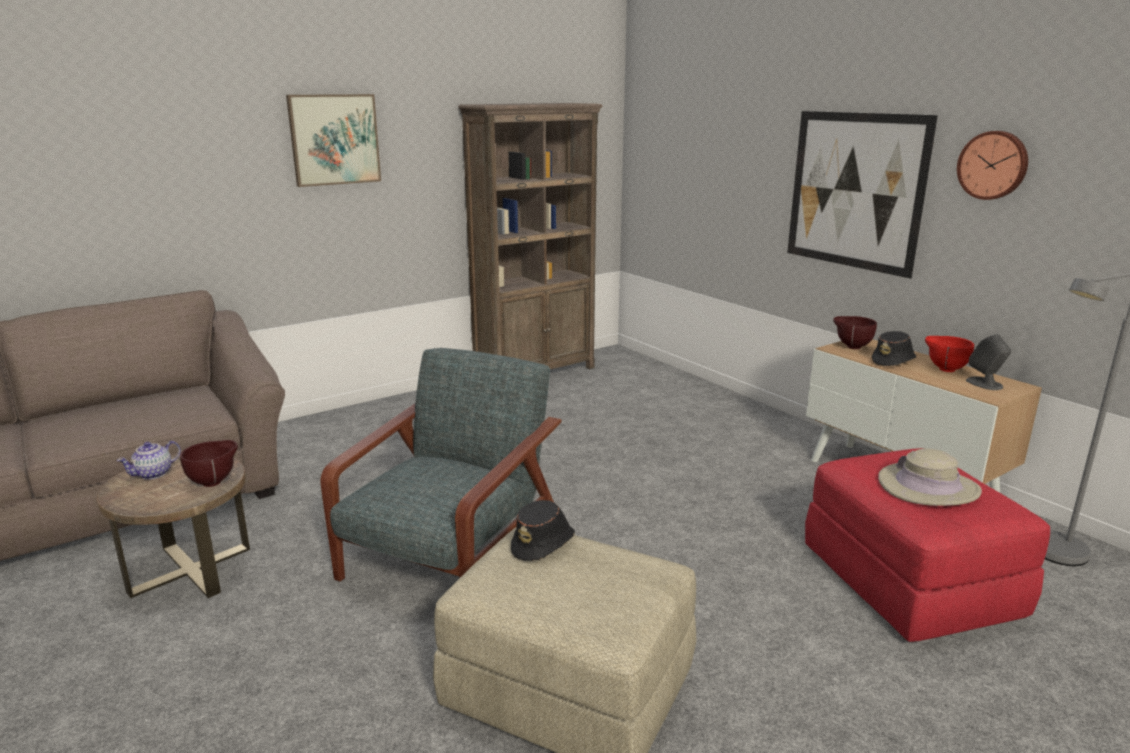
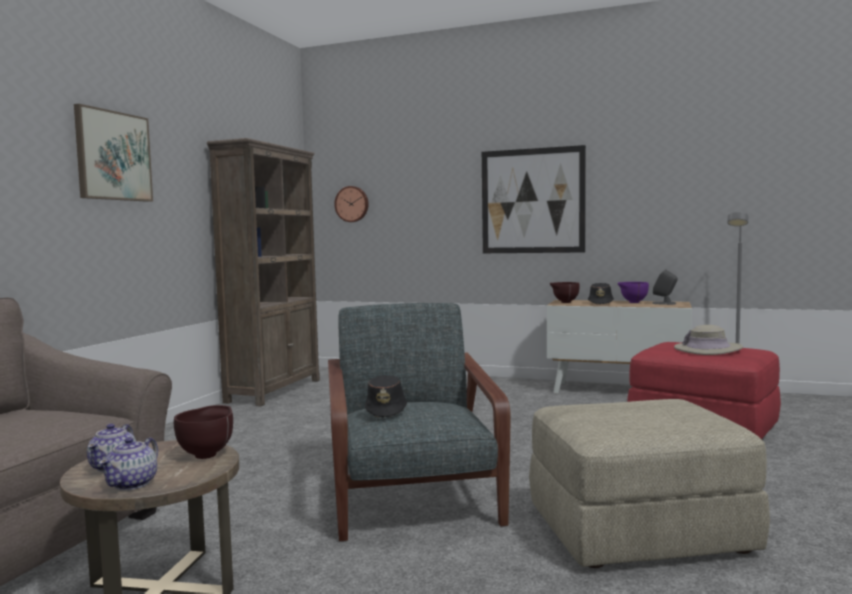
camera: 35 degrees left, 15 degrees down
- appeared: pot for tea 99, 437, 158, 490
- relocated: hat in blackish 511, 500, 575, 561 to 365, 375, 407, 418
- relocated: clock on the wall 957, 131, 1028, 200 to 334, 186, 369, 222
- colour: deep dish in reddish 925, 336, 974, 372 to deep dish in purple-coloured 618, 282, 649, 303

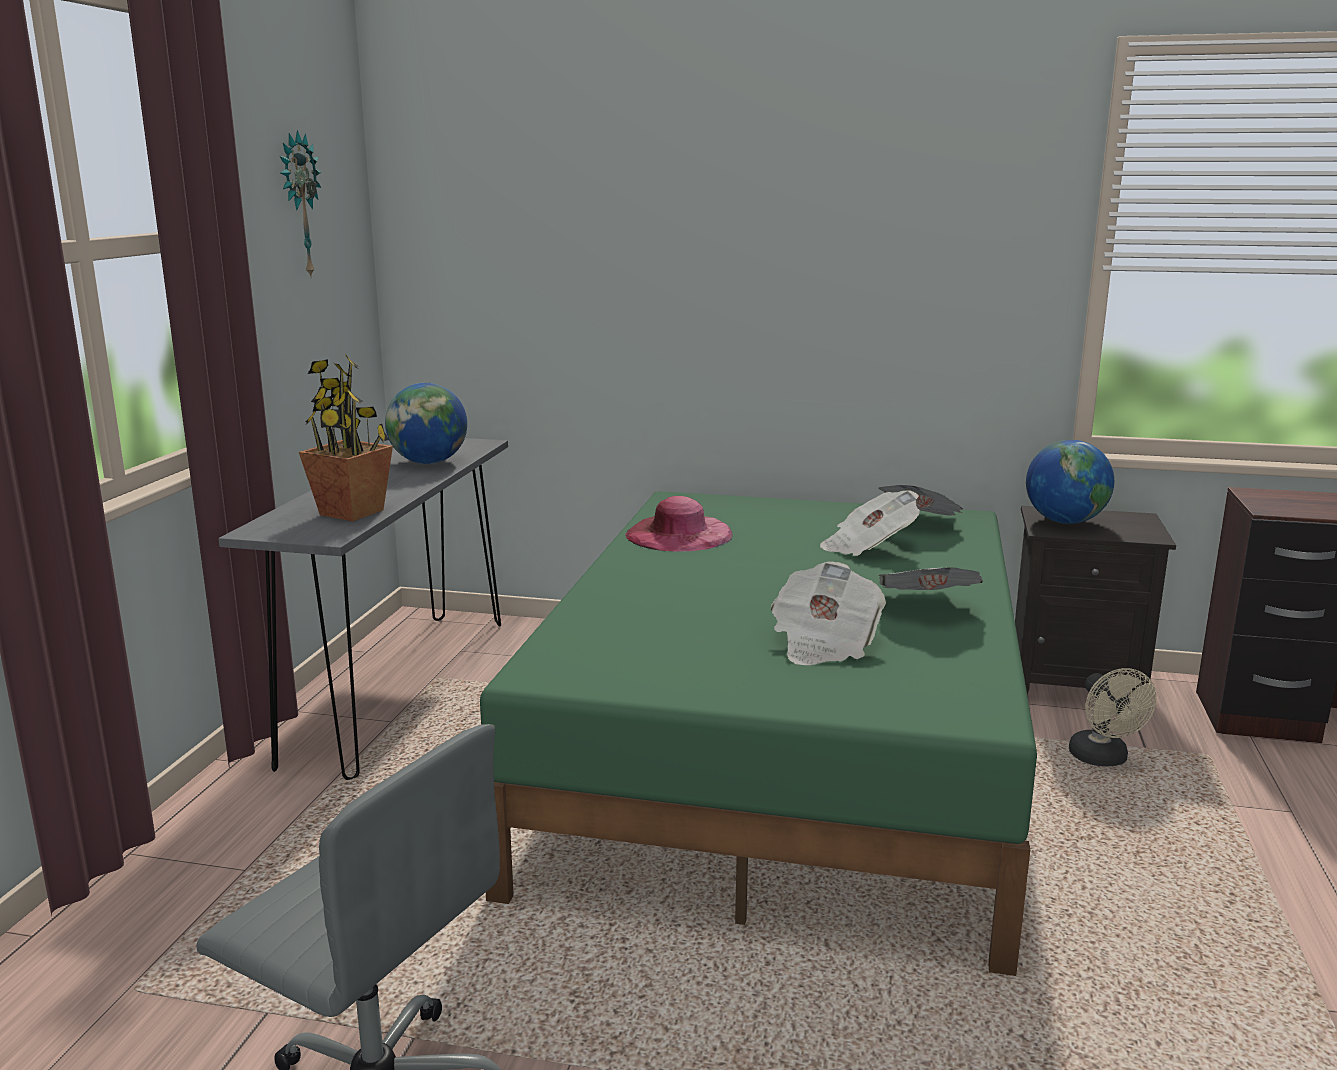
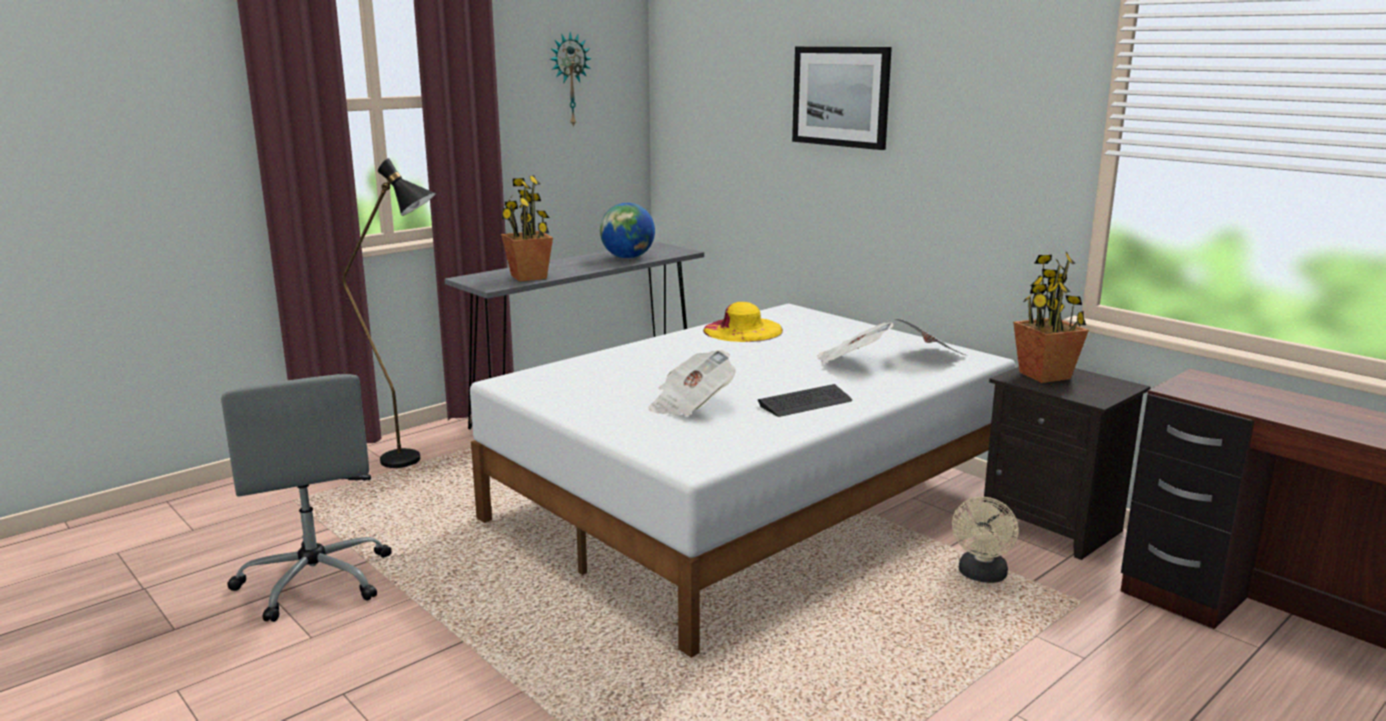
camera: 35 degrees right, 0 degrees up
- appeared: standard lamp in blackish 343, 158, 436, 468
- appeared: wall picture 792, 47, 892, 150
- exchanged: printed paper 879, 567, 984, 590 to computer keyboard 758, 384, 852, 417
- exchanged: desk globe 1026, 440, 1114, 524 to potted plant 1013, 252, 1089, 383
- colour: sleeping bed in greenish 480, 491, 1037, 976 to sleeping bed in white-coloured 470, 304, 1015, 658
- colour: hat in pinkish 625, 496, 733, 552 to hat in yellow 703, 302, 783, 342

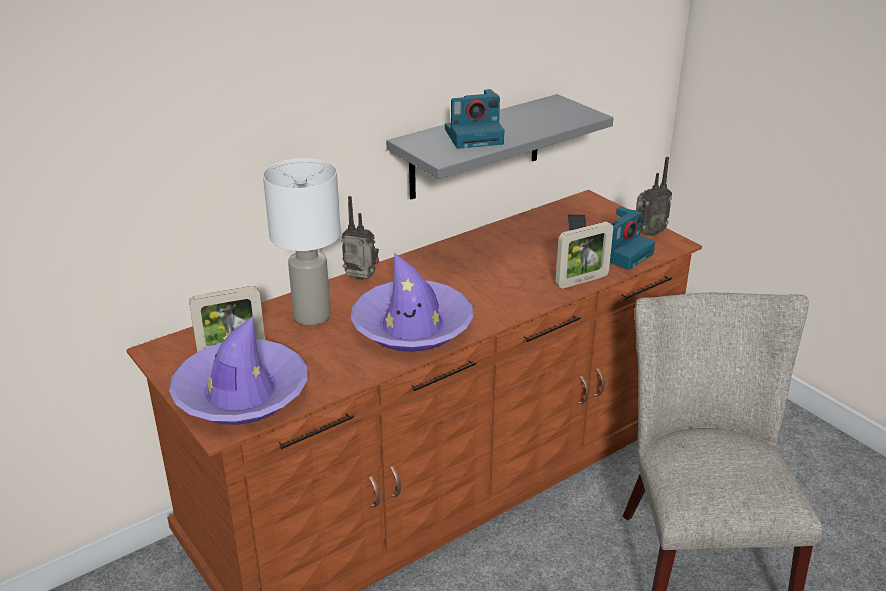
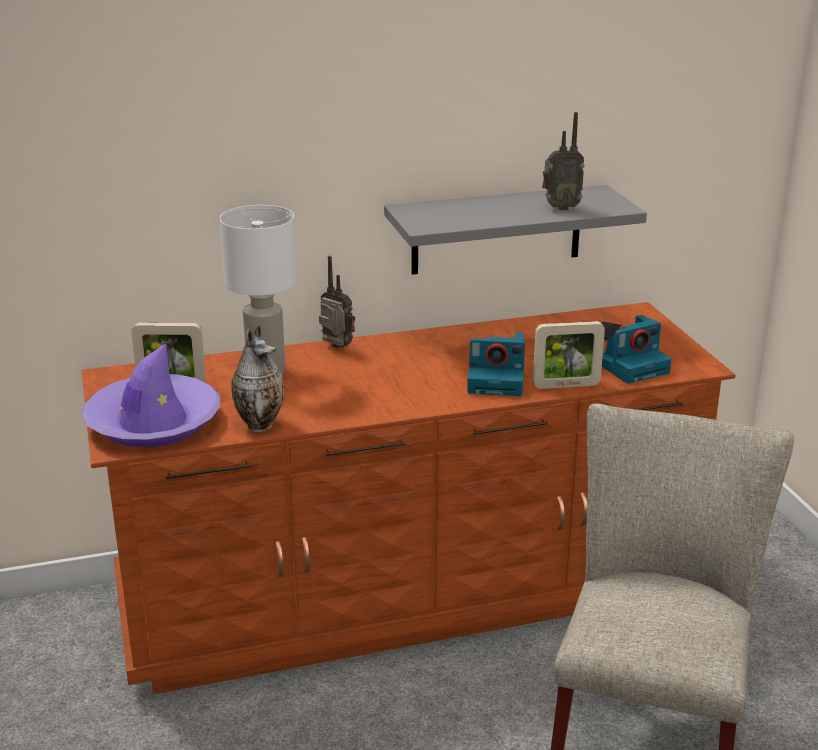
camera: 20 degrees right, 5 degrees down
- missing: hat in purple-coloured 350, 253, 474, 352
- appeared: vase 231, 325, 285, 432
- relocated: still camera 445, 89, 504, 149 to 467, 332, 525, 396
- relocated: radio 636, 157, 672, 236 to 542, 112, 585, 210

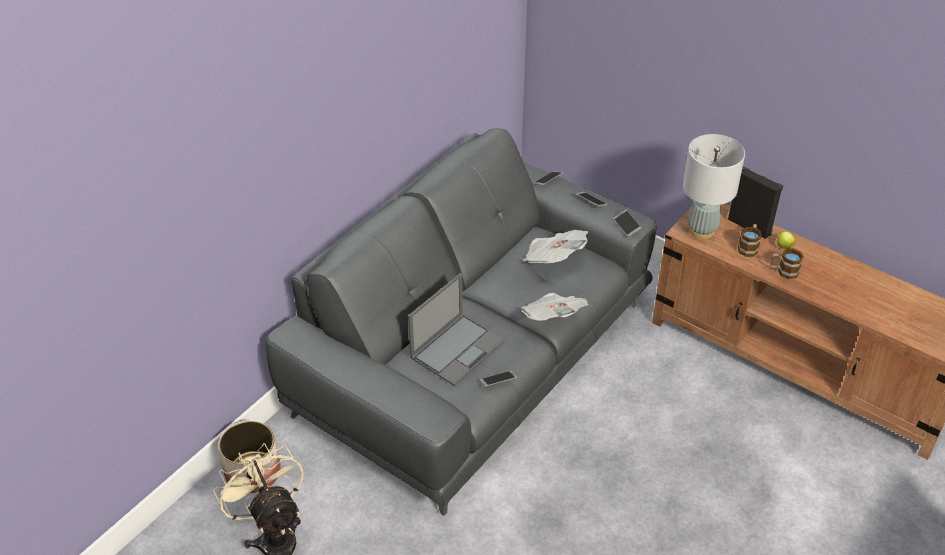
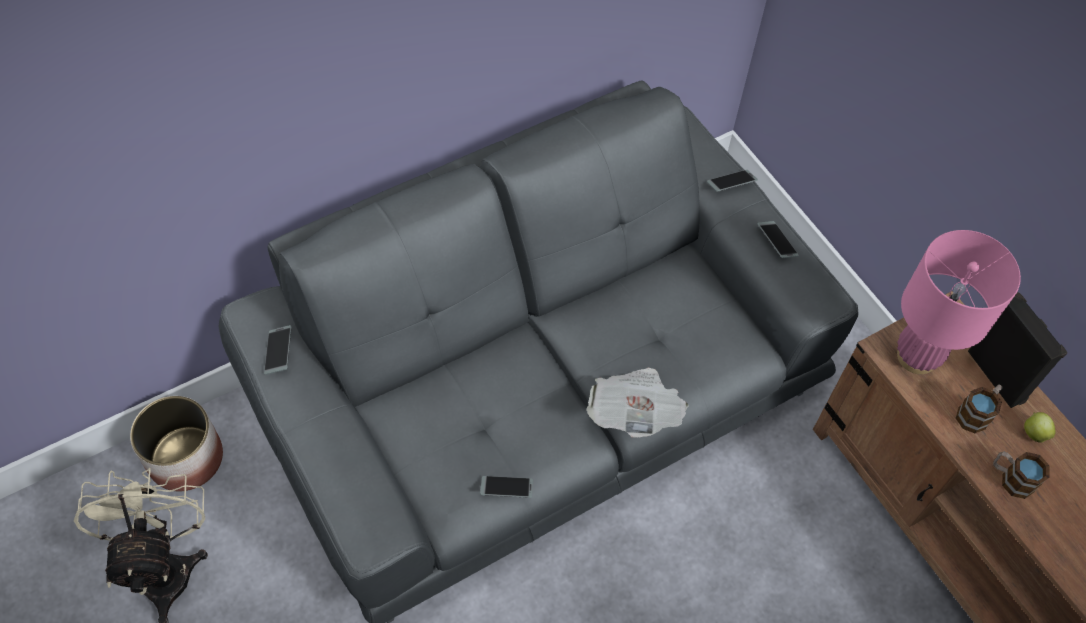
camera: 20 degrees right, 15 degrees up
- missing: laptop 408, 273, 505, 386
- missing: printed paper 523, 230, 588, 263
- relocated: handset 613, 210, 641, 237 to 264, 325, 291, 375
- colour: table lamp in grey 683, 134, 745, 239 to table lamp in pinkish 897, 230, 1021, 374

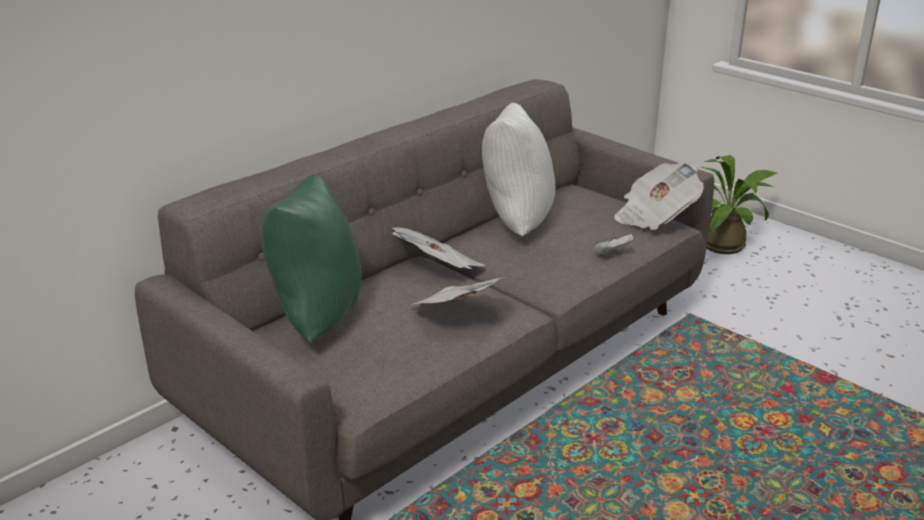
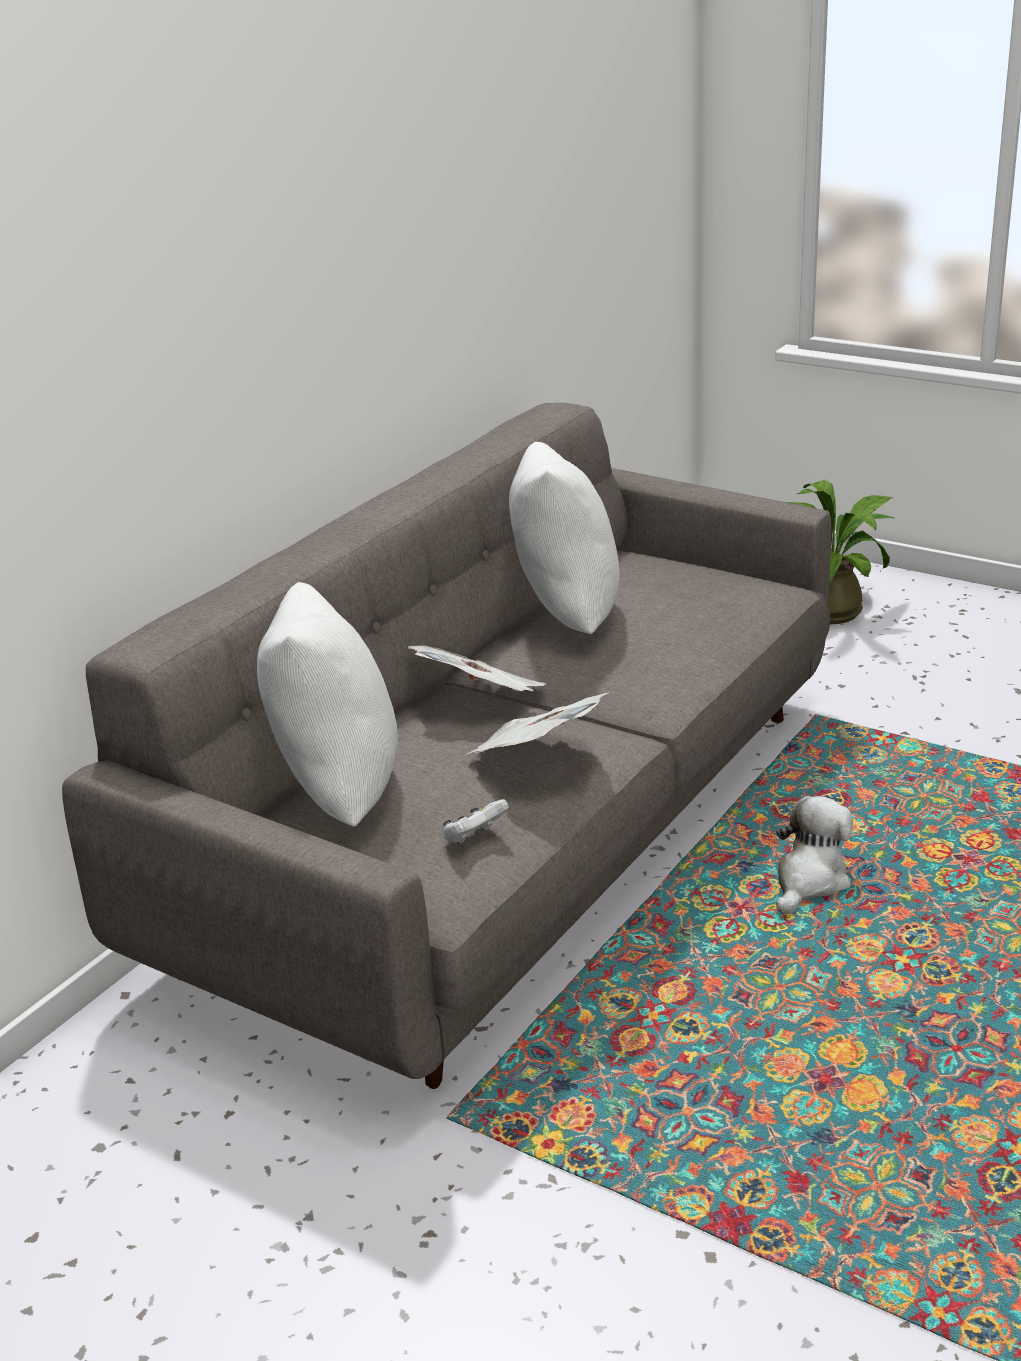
camera: 10 degrees left, 0 degrees up
- missing: printed paper 614, 163, 704, 230
- appeared: cuddly toy 776, 796, 853, 915
- relocated: gamepad in white-coloured 594, 234, 634, 256 to 443, 799, 509, 844
- colour: throw pillow in greenish 261, 174, 362, 343 to throw pillow in white-coloured 257, 582, 398, 827

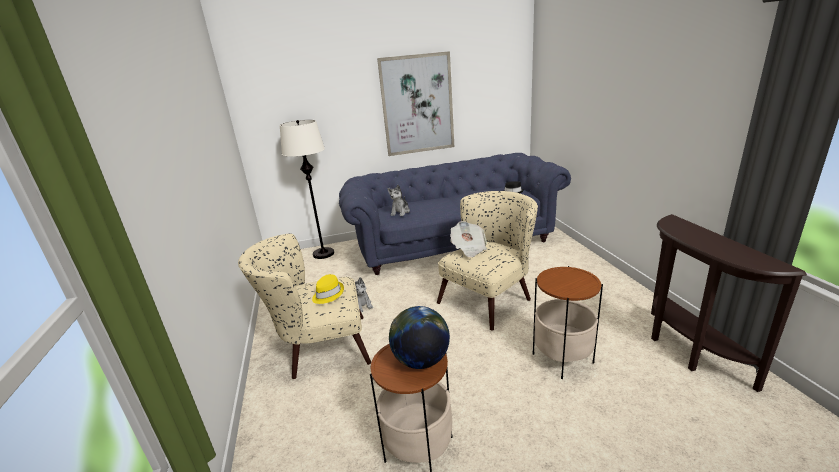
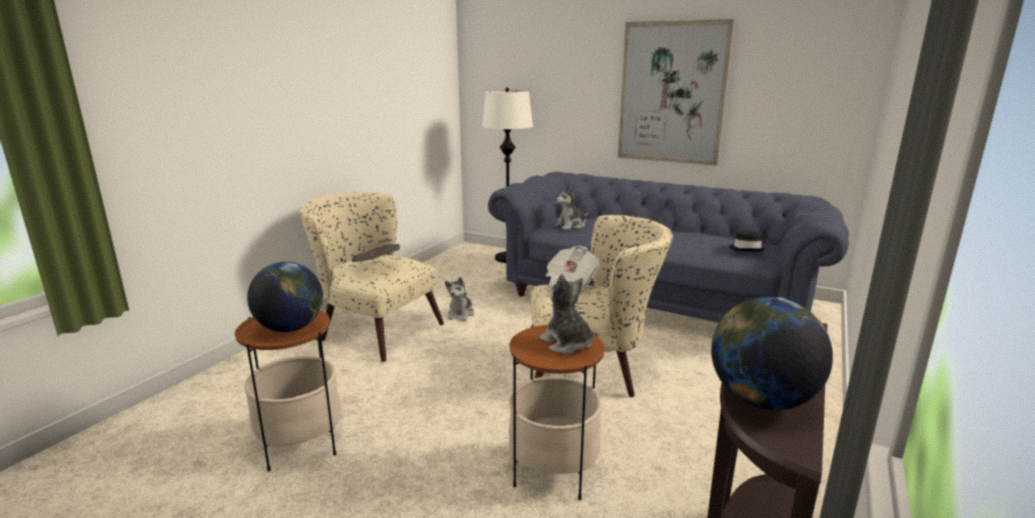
camera: 40 degrees right, 5 degrees down
- appeared: cuddly toy 540, 274, 594, 354
- appeared: desk globe 711, 297, 833, 410
- exchanged: hat in yellow 312, 274, 344, 304 to printed paper 352, 244, 400, 262

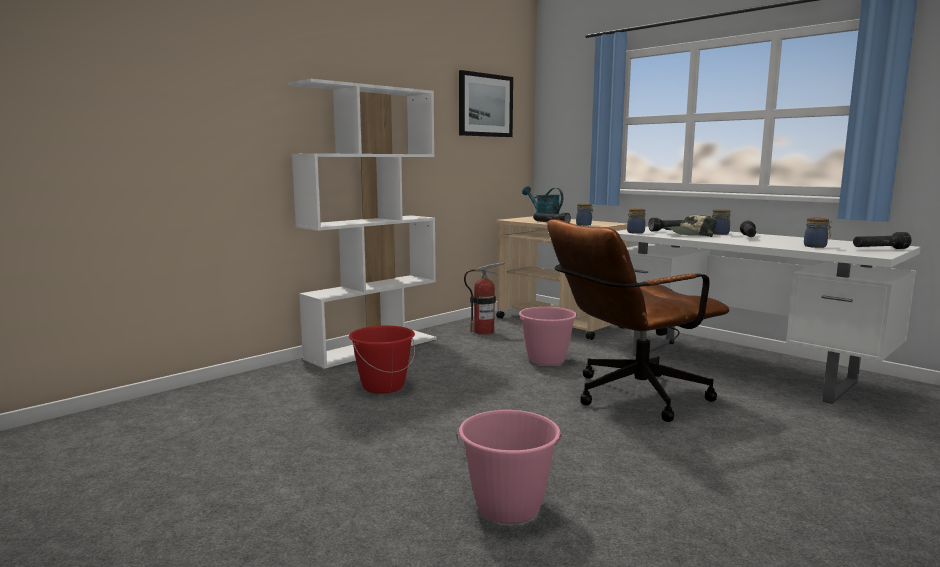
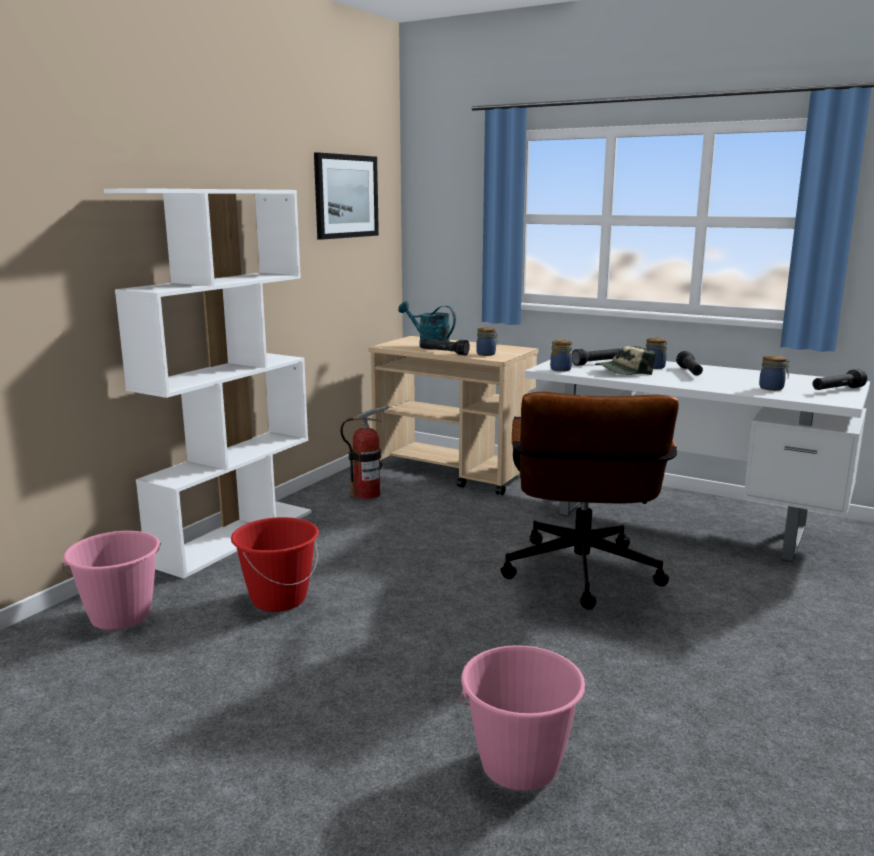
camera: 15 degrees left, 5 degrees up
- relocated: water bucket in pinkish 517, 307, 577, 365 to 62, 531, 161, 630
- spun: desk chair in brown 547, 219, 729, 422 = 500, 392, 679, 610 45 degrees counterclockwise

